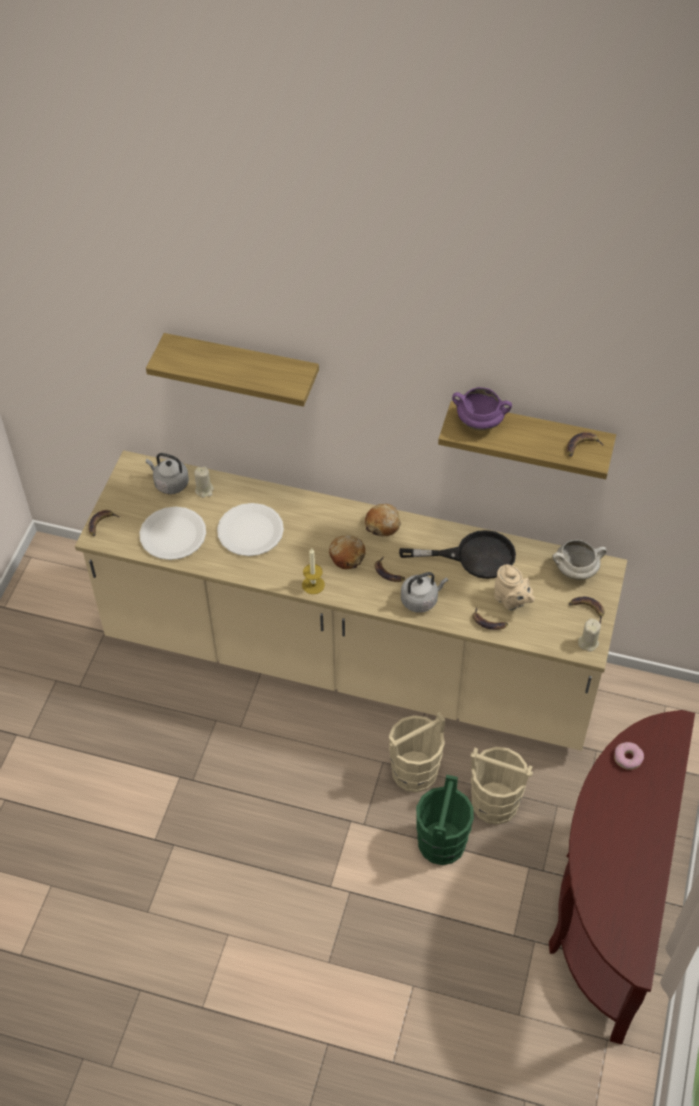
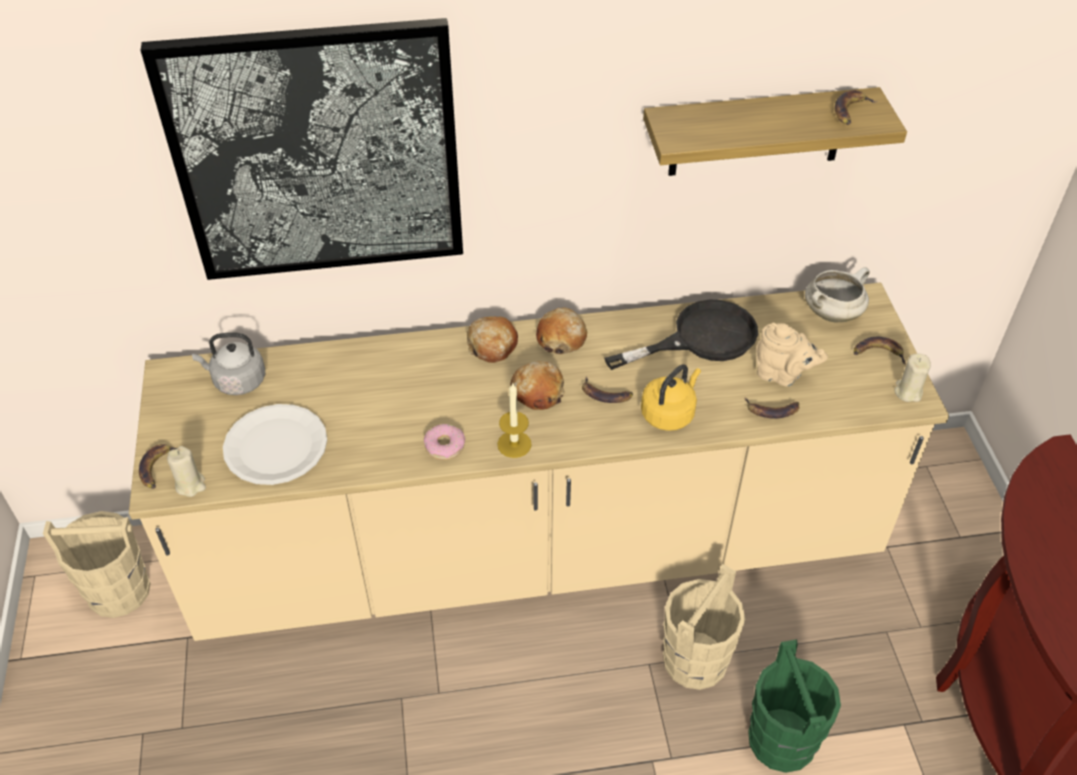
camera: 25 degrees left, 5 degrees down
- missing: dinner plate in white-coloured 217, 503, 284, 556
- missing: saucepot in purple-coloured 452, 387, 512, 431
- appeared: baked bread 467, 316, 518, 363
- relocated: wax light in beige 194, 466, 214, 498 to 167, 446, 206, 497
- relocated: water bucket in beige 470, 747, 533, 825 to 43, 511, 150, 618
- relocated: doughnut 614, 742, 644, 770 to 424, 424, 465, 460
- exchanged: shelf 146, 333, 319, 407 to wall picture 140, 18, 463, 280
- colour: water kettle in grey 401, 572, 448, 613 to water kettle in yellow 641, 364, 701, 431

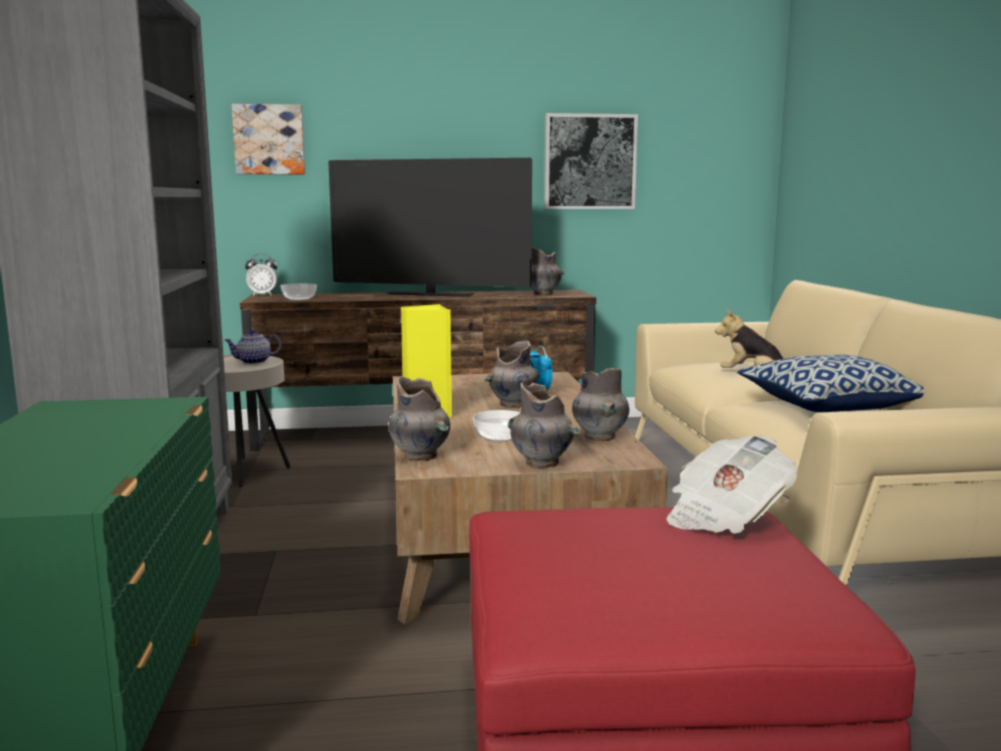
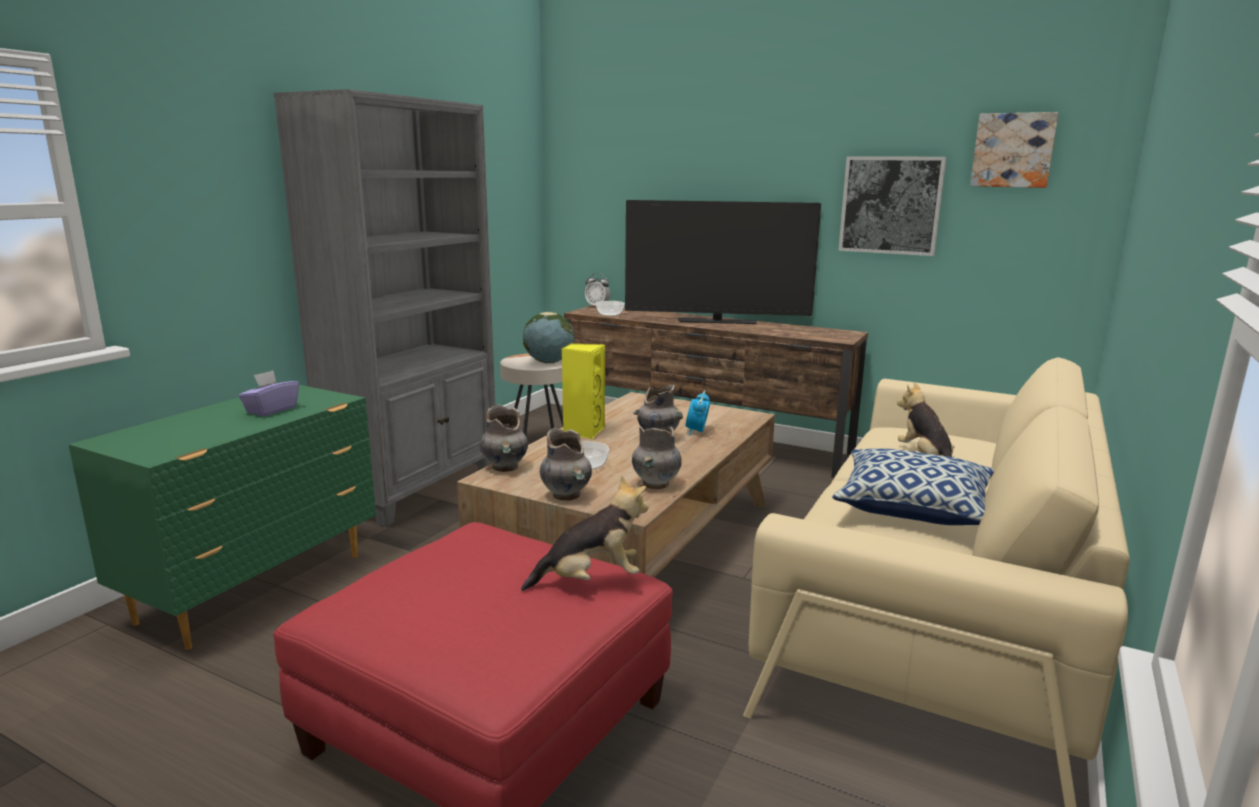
camera: 35 degrees right, 5 degrees up
- missing: vase in grey 531, 247, 565, 295
- appeared: tissue holder in purple-coloured 239, 370, 299, 417
- relocated: wall picture 231, 104, 305, 174 to 970, 112, 1058, 188
- exchanged: pot for tea 224, 330, 281, 364 to desk globe 523, 312, 575, 363
- exchanged: printed paper 666, 435, 797, 534 to cuddly toy 521, 476, 649, 591
- spun: television 329, 158, 532, 297 = 625, 200, 821, 324 45 degrees counterclockwise

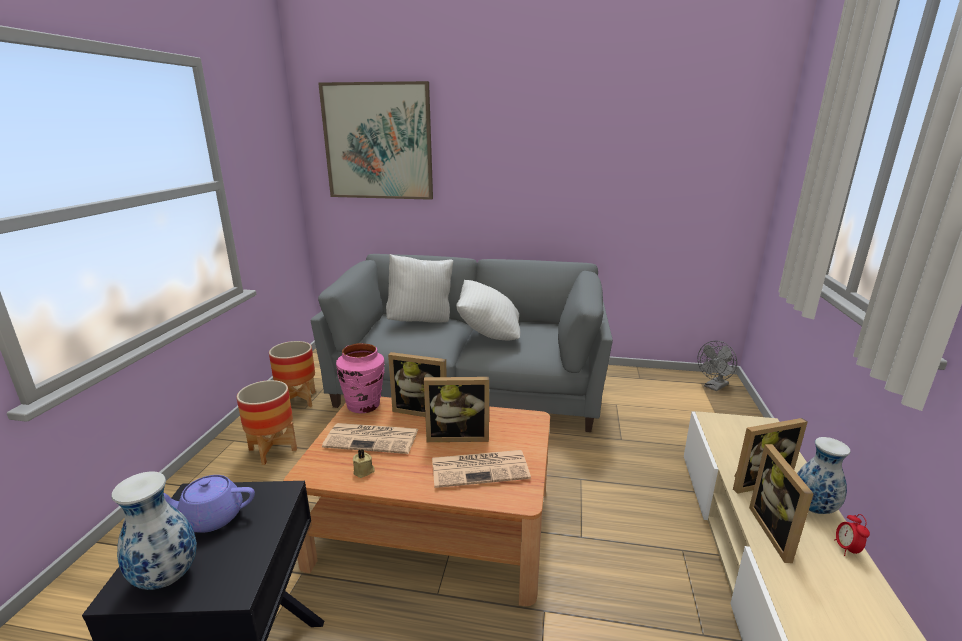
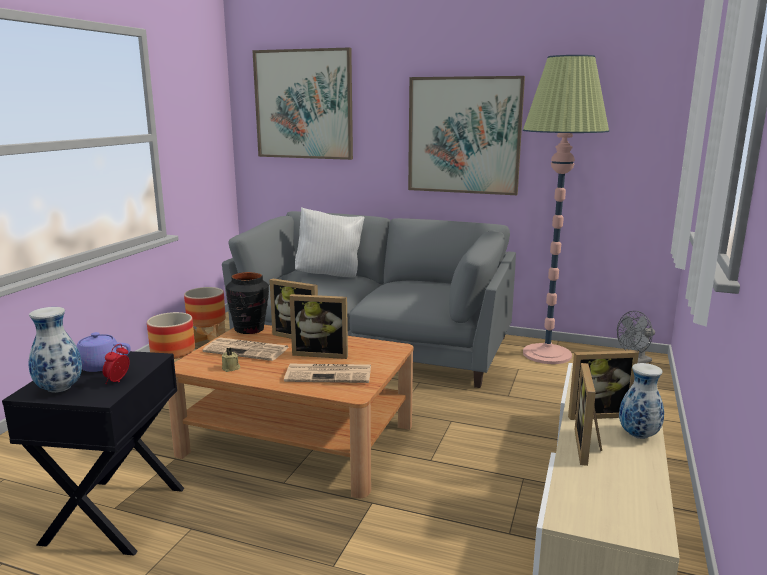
camera: 10 degrees right, 5 degrees down
- missing: throw pillow in white-coloured 456, 280, 520, 340
- appeared: wall picture 408, 76, 525, 195
- appeared: standard lamp 523, 55, 609, 364
- relocated: table clock 834, 514, 870, 556 to 102, 344, 130, 384
- colour: vase in pinkish 336, 343, 384, 413 to vase in blackish 226, 272, 269, 334

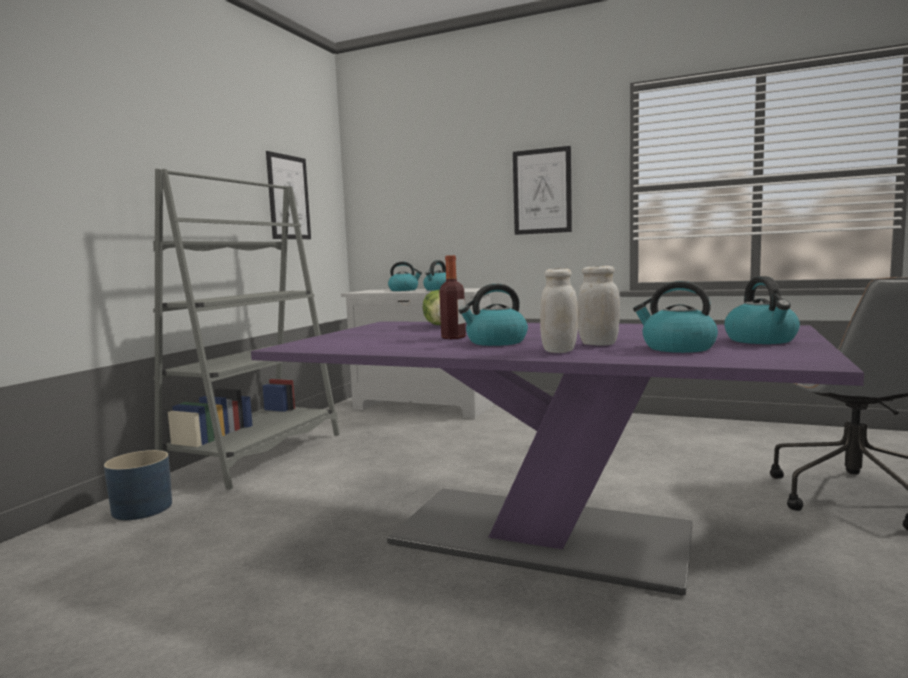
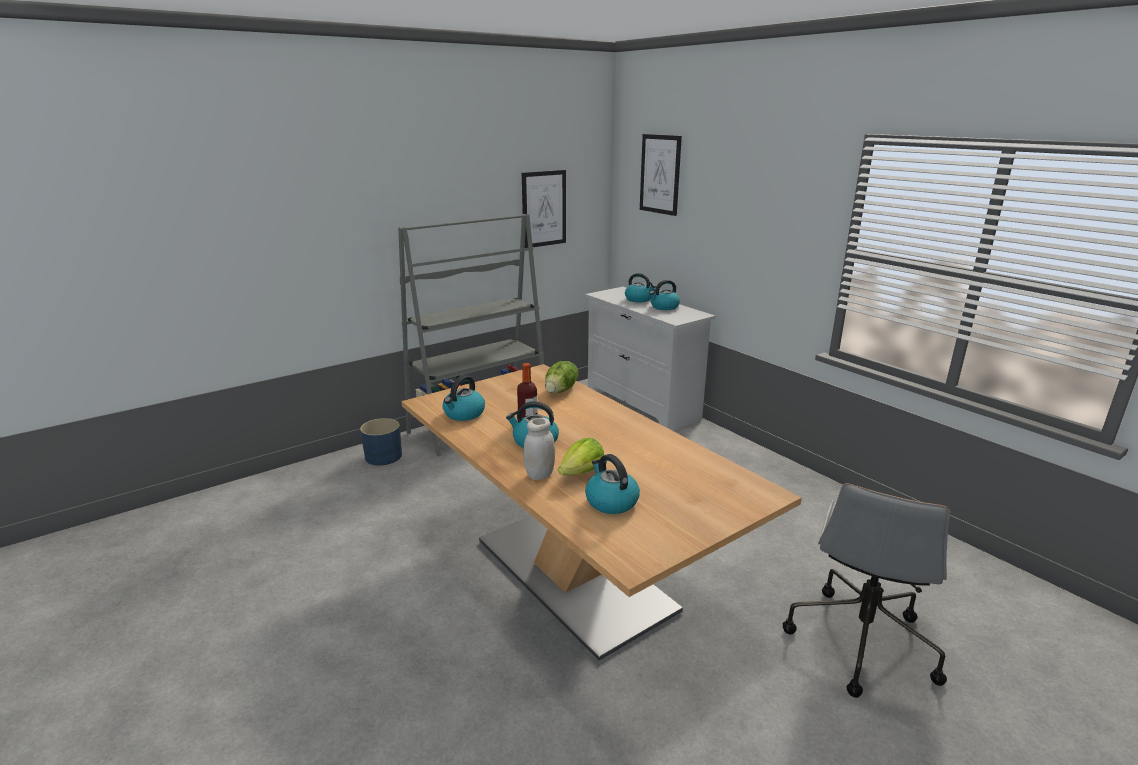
camera: 30 degrees right, 15 degrees up
- relocated: wall picture 513, 146, 572, 235 to 640, 134, 682, 216
- relocated: water kettle 724, 276, 800, 344 to 443, 375, 485, 421
- exchanged: preserve jar in white-coloured 578, 266, 620, 345 to lettuce head 558, 438, 604, 476
- colour: dining table in purple-coloured 251, 321, 864, 595 to dining table in beige 401, 364, 802, 660

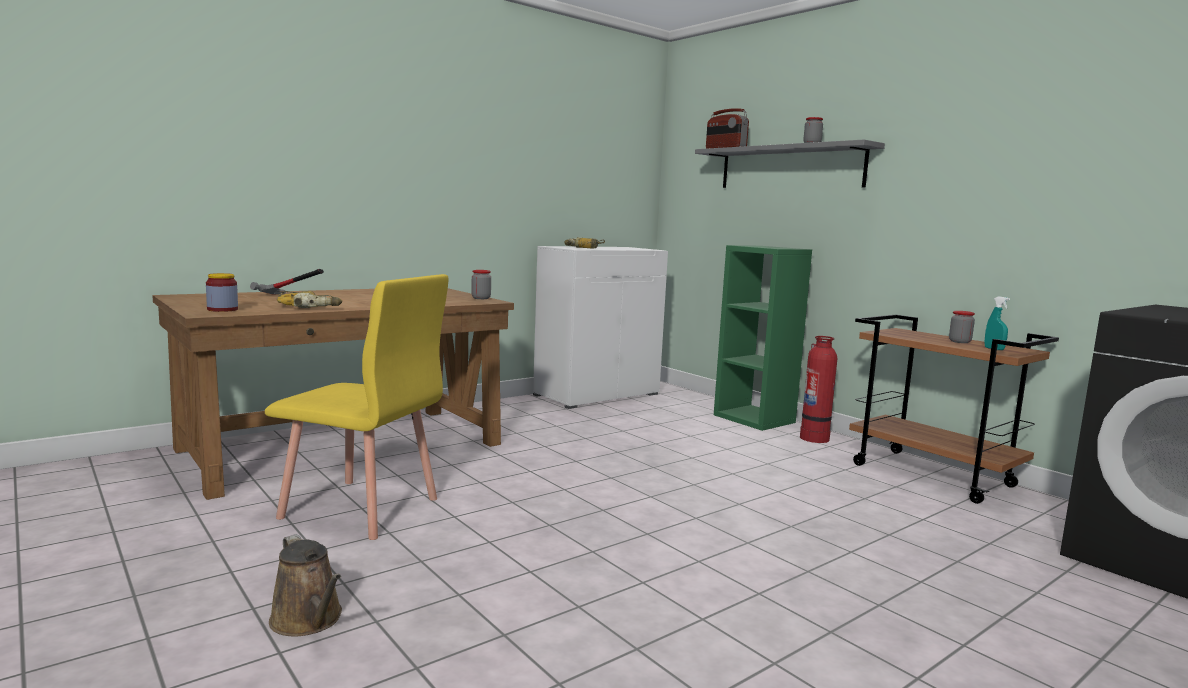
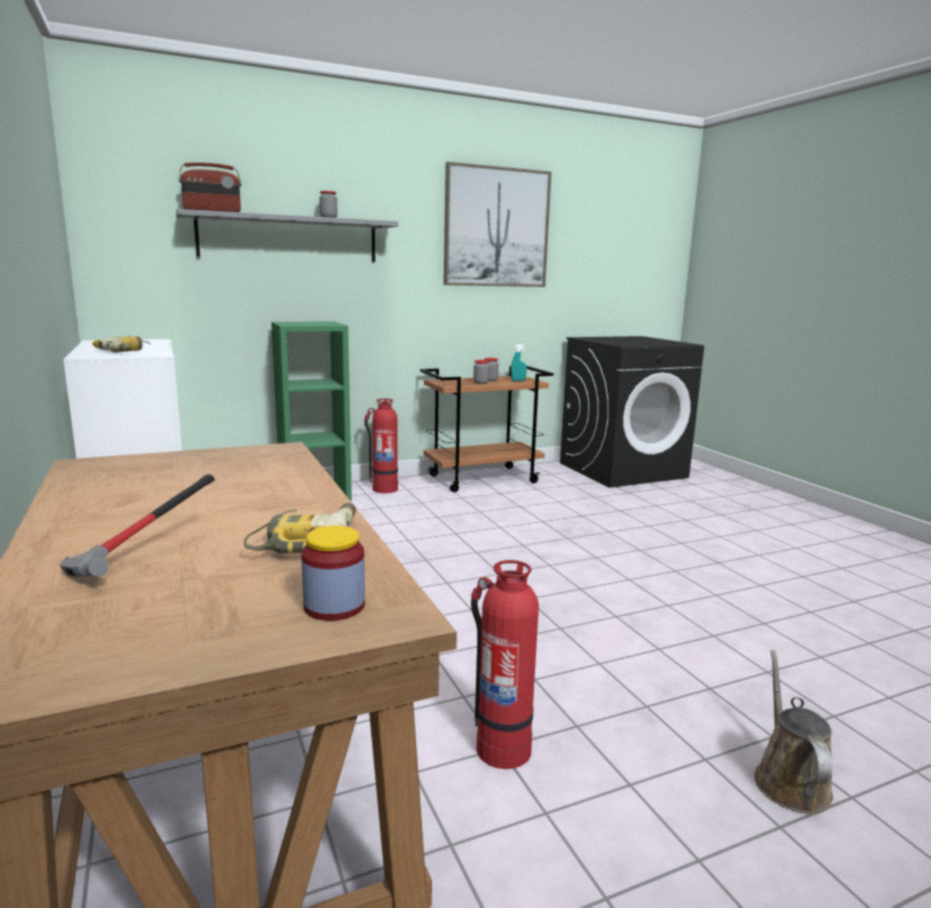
camera: 75 degrees left, 5 degrees up
- appeared: wall picture 444, 162, 552, 287
- relocated: preserve jar 471, 270, 491, 299 to 473, 360, 490, 384
- exchanged: chair in yellow 265, 274, 448, 540 to fire extinguisher 471, 560, 539, 769
- spun: watering pot in brown 269, 534, 342, 637 = 754, 650, 833, 814 60 degrees counterclockwise

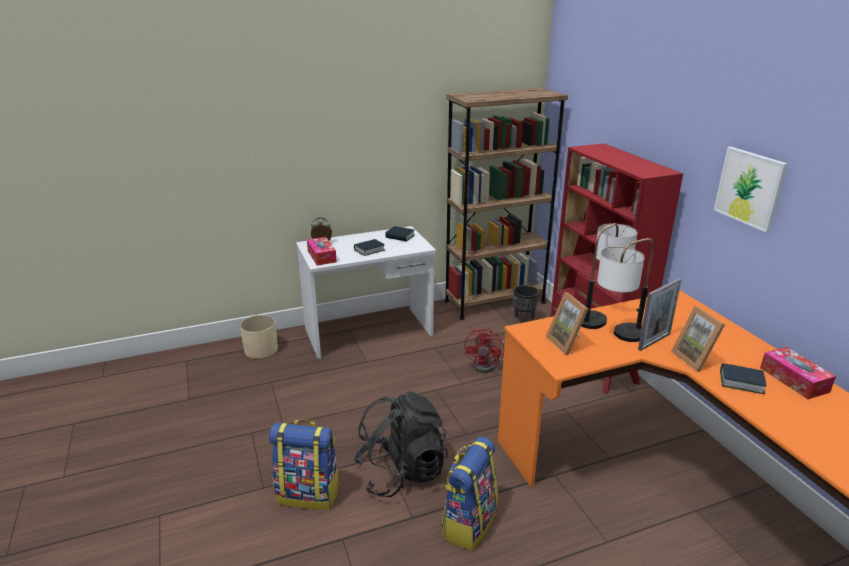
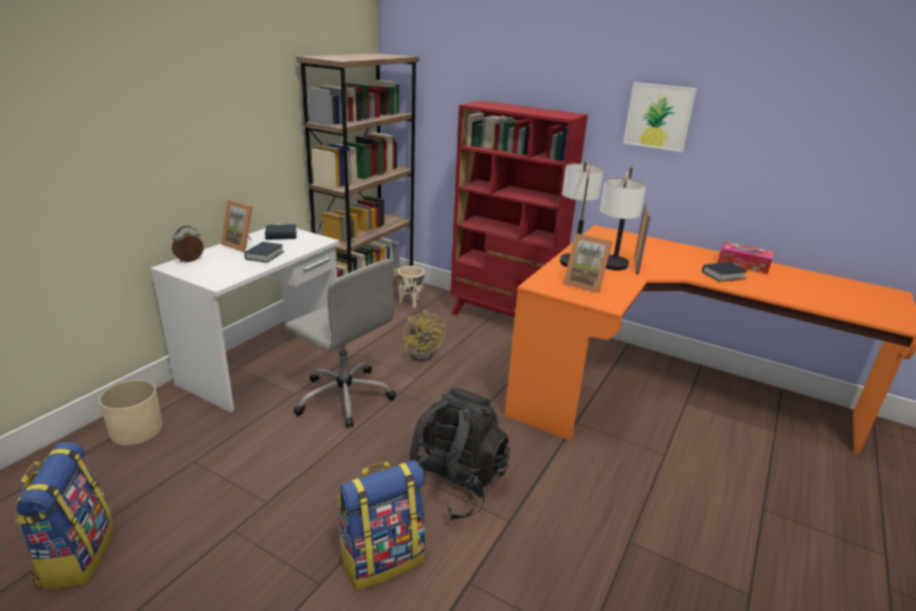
camera: 40 degrees left, 0 degrees up
- missing: tissue holder 307, 237, 337, 266
- appeared: desk chair in grey 285, 259, 396, 428
- relocated: rucksack 440, 437, 498, 551 to 14, 442, 114, 590
- relocated: photo frame 671, 306, 725, 372 to 221, 200, 253, 252
- colour: cooling fan in reddish 464, 328, 505, 373 to cooling fan in yellow 403, 310, 445, 361
- colour: flower pot in blackish 513, 285, 539, 323 to flower pot in beige 398, 266, 424, 308

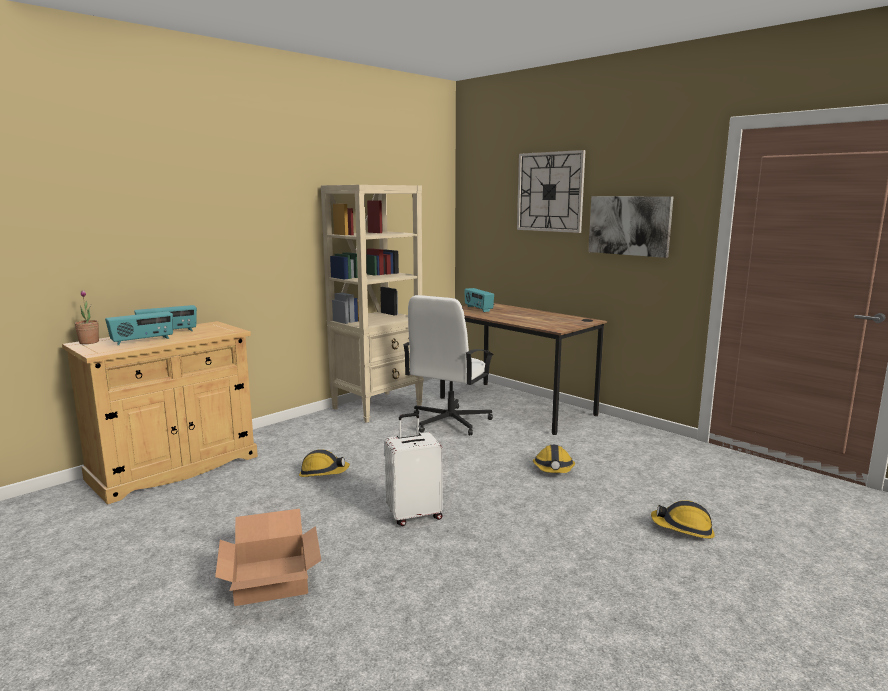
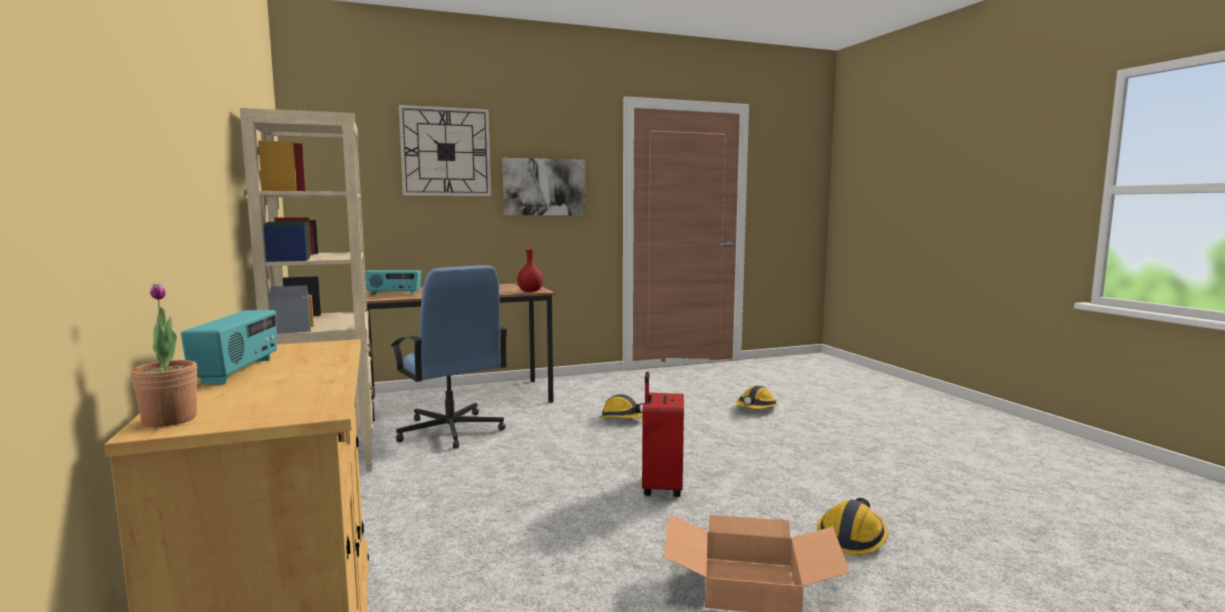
camera: 65 degrees left, 5 degrees down
- missing: radio 105, 311, 173, 345
- appeared: drink bottle in reddish 517, 246, 543, 292
- relocated: work helmet 299, 449, 350, 477 to 817, 498, 888, 555
- colour: travel case in white-coloured 385, 413, 442, 526 to travel case in reddish 642, 372, 684, 497
- colour: desk chair in white-coloured 403, 295, 494, 435 to desk chair in blue 391, 265, 508, 449

